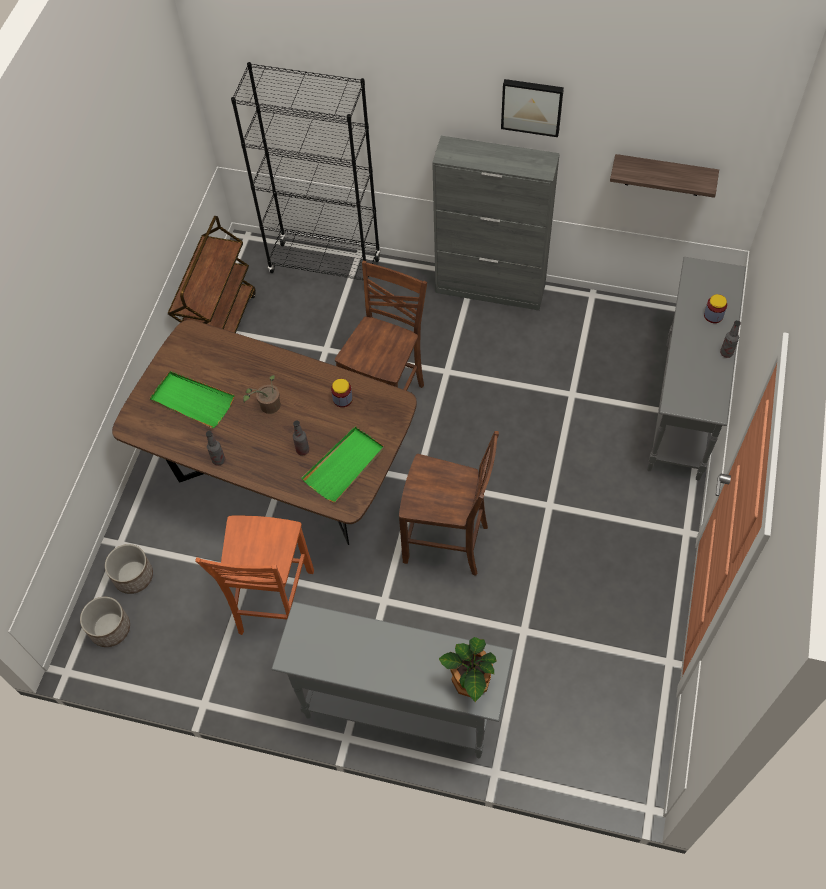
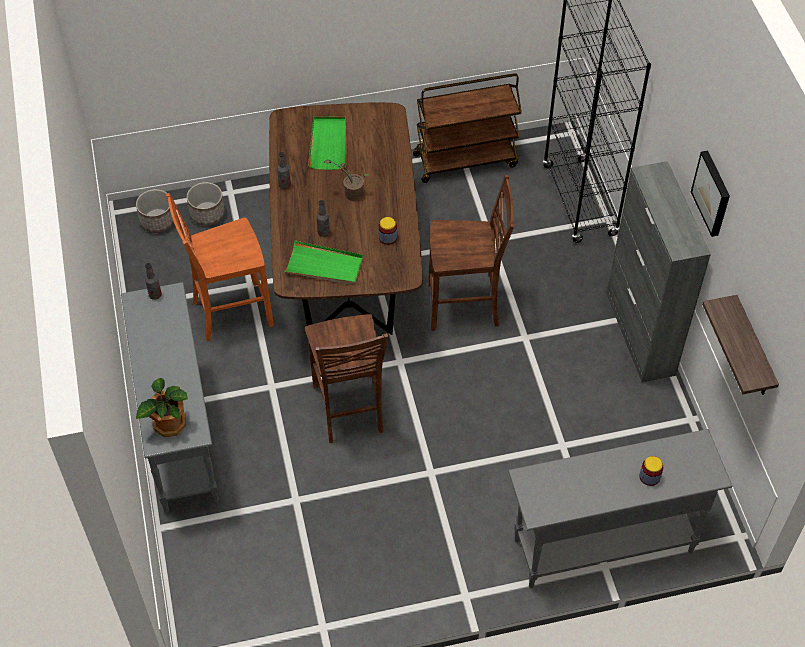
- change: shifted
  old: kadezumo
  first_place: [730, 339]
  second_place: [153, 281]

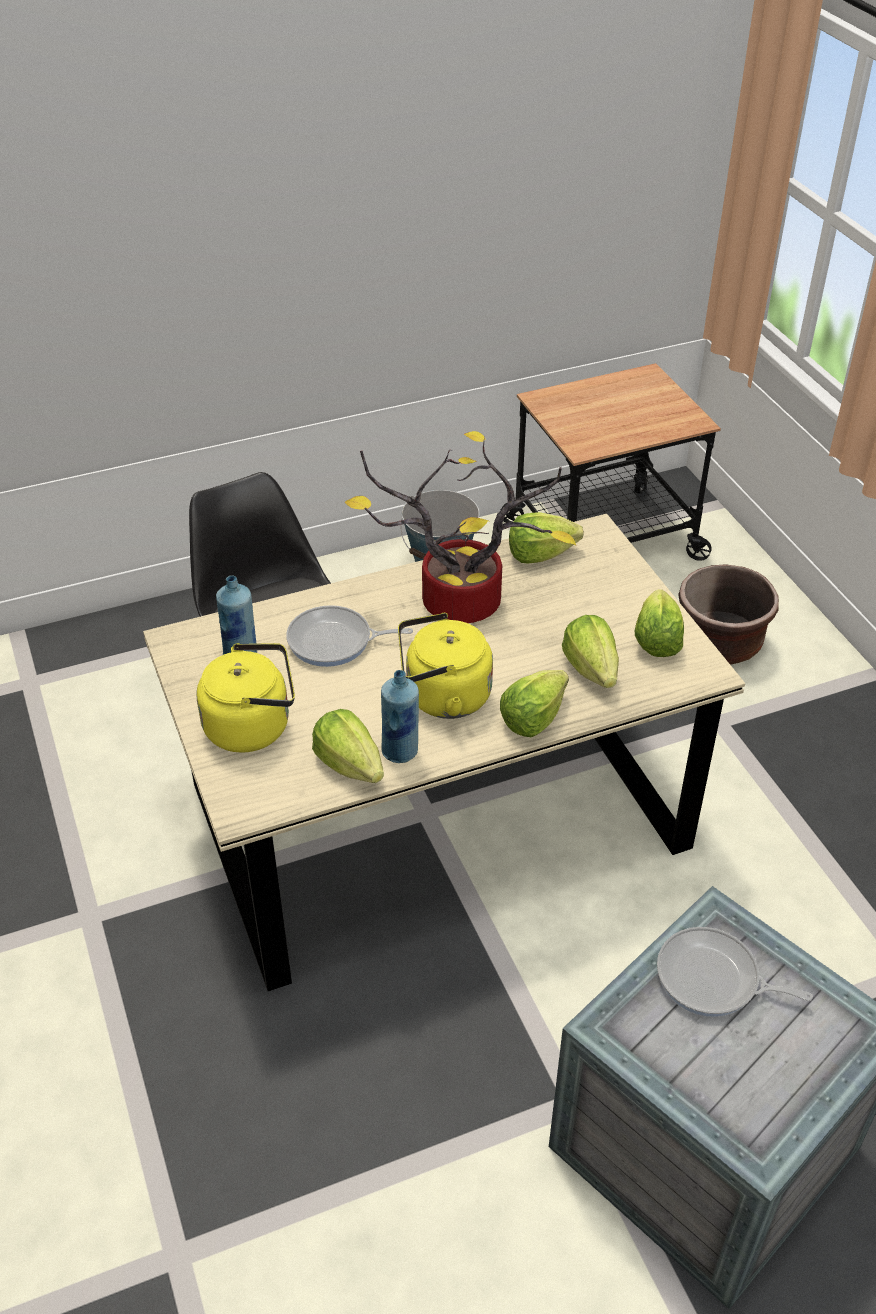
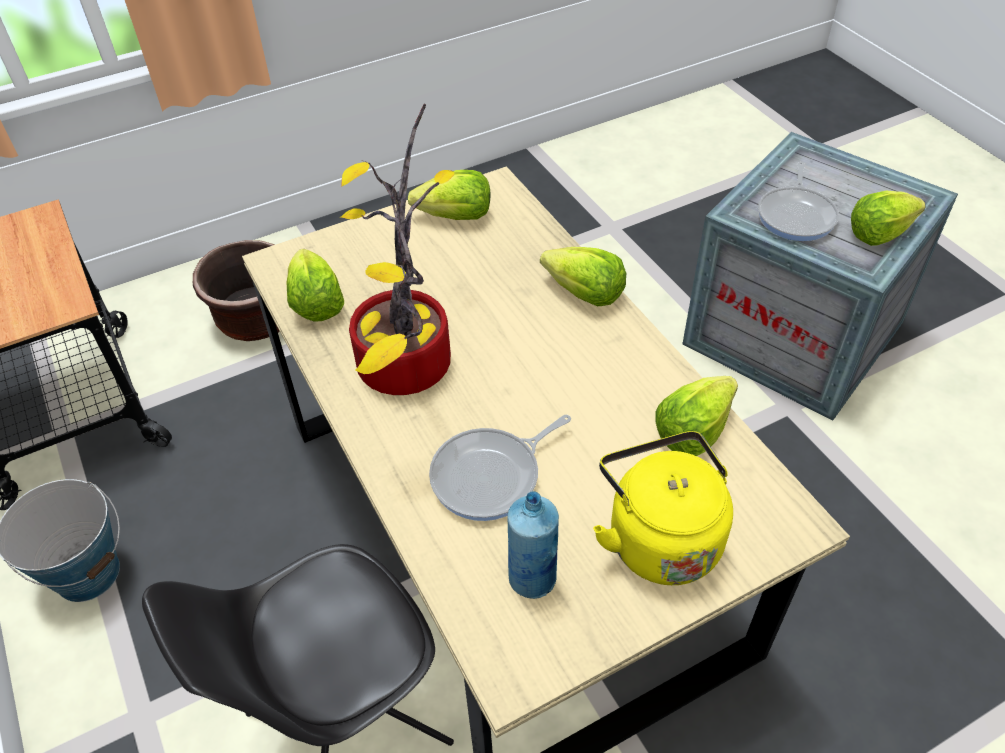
- change: rotated
  old: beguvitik
  first_place: [349, 636]
  second_place: [500, 468]
  degrees: 60
- change: gone
  old: kadezumo (blue)
  first_place: [400, 716]
- change: gone
  old: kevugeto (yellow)
  first_place: [445, 666]
- change: shifted
  old: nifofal
  first_place: [590, 651]
  second_place: [888, 218]

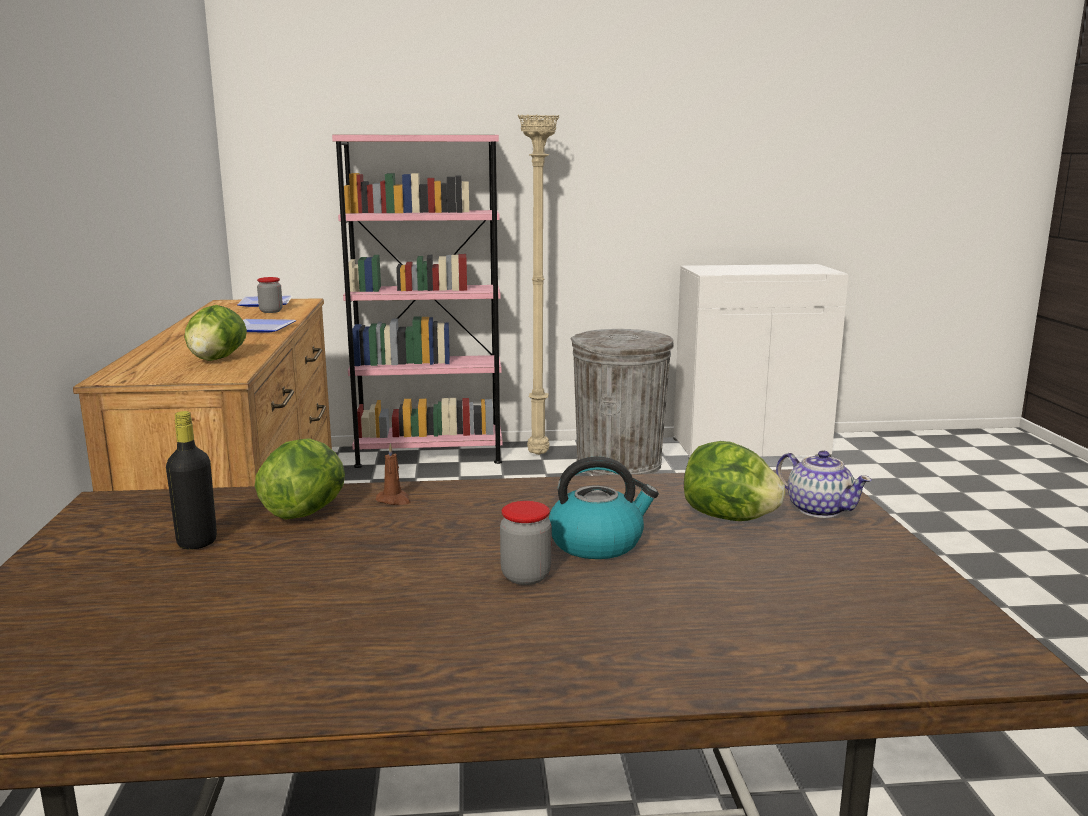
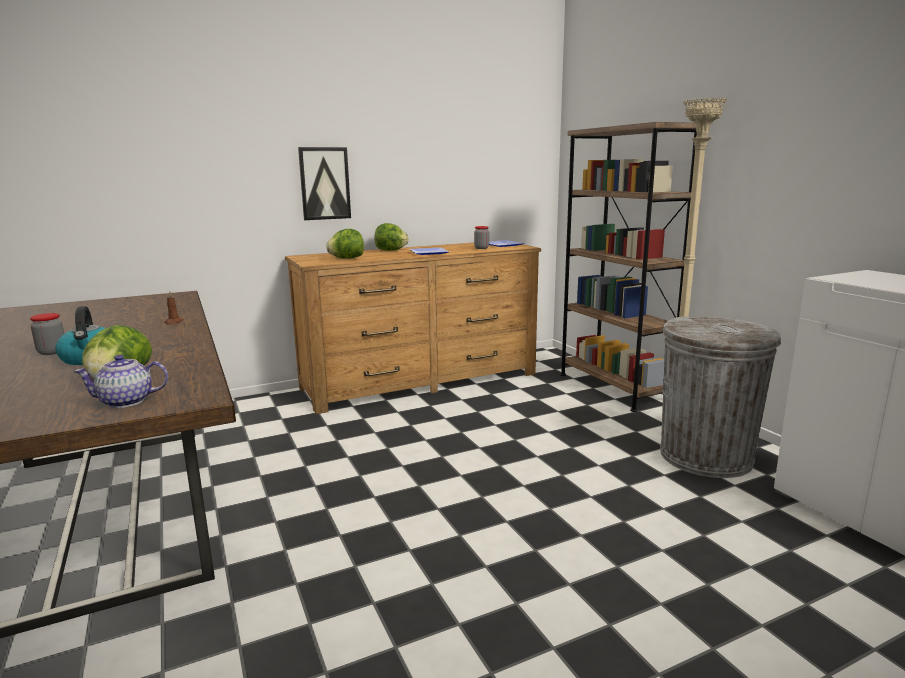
- change: gone
  old: kadezumo (black)
  first_place: [191, 480]
- change: shifted
  old: nifofal
  first_place: [300, 479]
  second_place: [391, 237]
- change: repainted
  old: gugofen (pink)
  new: gugofen (brown)
  first_place: [417, 301]
  second_place: [628, 267]
- change: rotated
  old: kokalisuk
  first_place: [824, 484]
  second_place: [120, 381]
  degrees: 45
- change: new
  new: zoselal
  second_place: [324, 183]

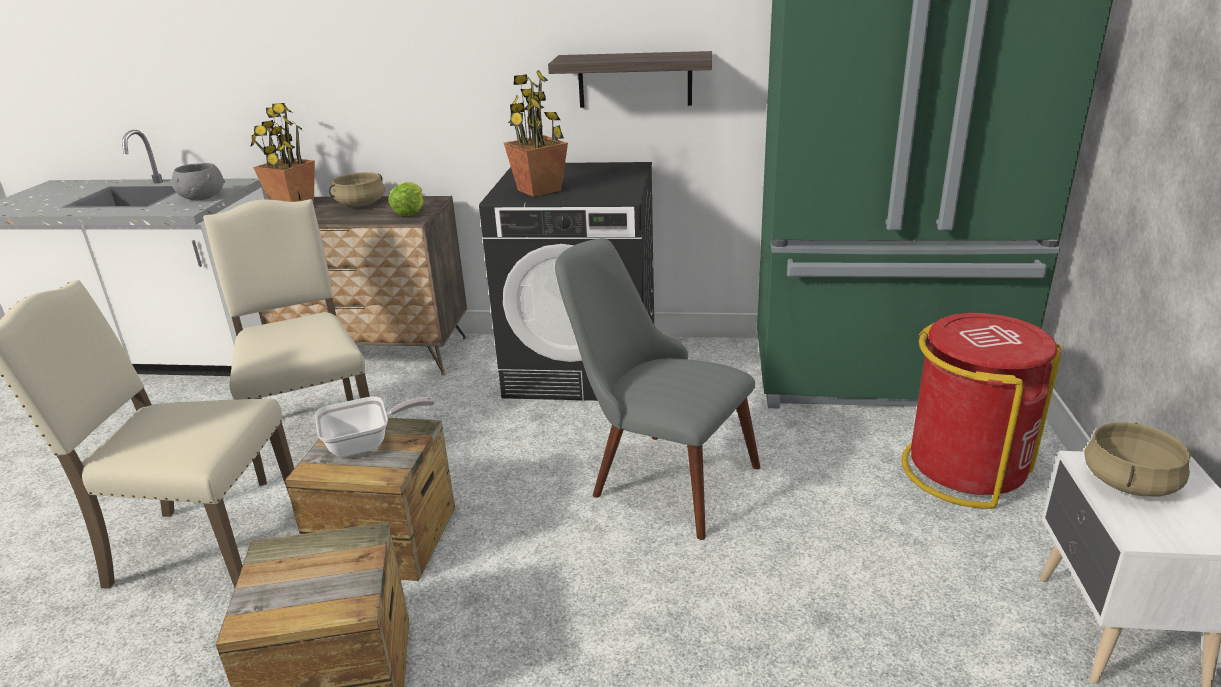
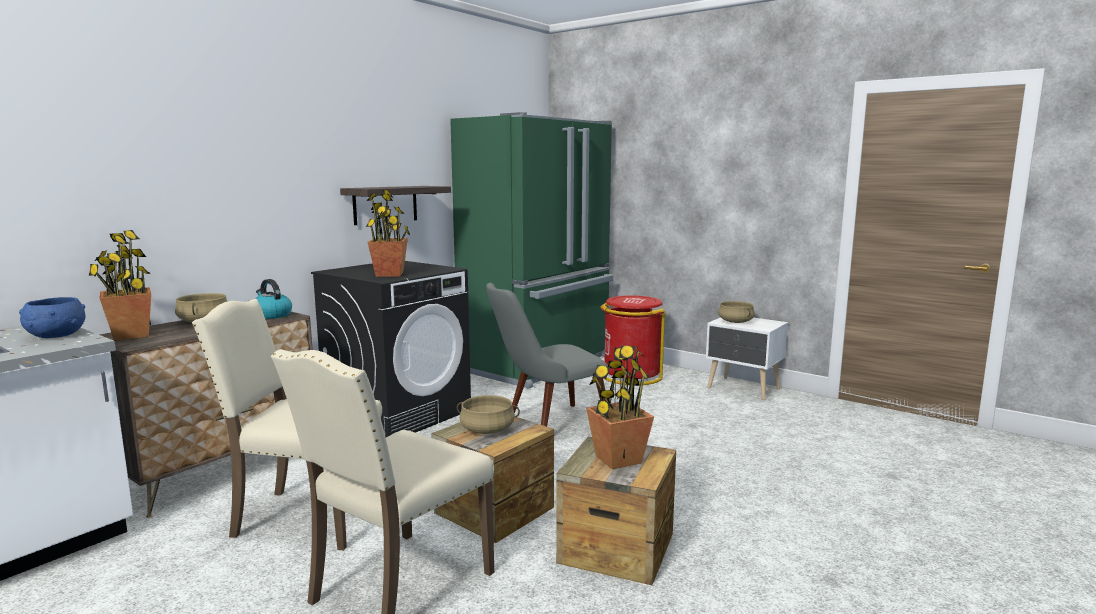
- change: repainted
  old: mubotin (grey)
  new: mubotin (blue)
  first_place: [198, 181]
  second_place: [52, 317]
- change: swapped
  old: beguvitik
  new: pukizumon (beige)
  first_place: [375, 426]
  second_place: [488, 414]
- change: swapped
  old: nifofal
  new: kevugeto
  first_place: [406, 199]
  second_place: [273, 299]
- change: new
  new: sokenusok
  second_place: [620, 407]

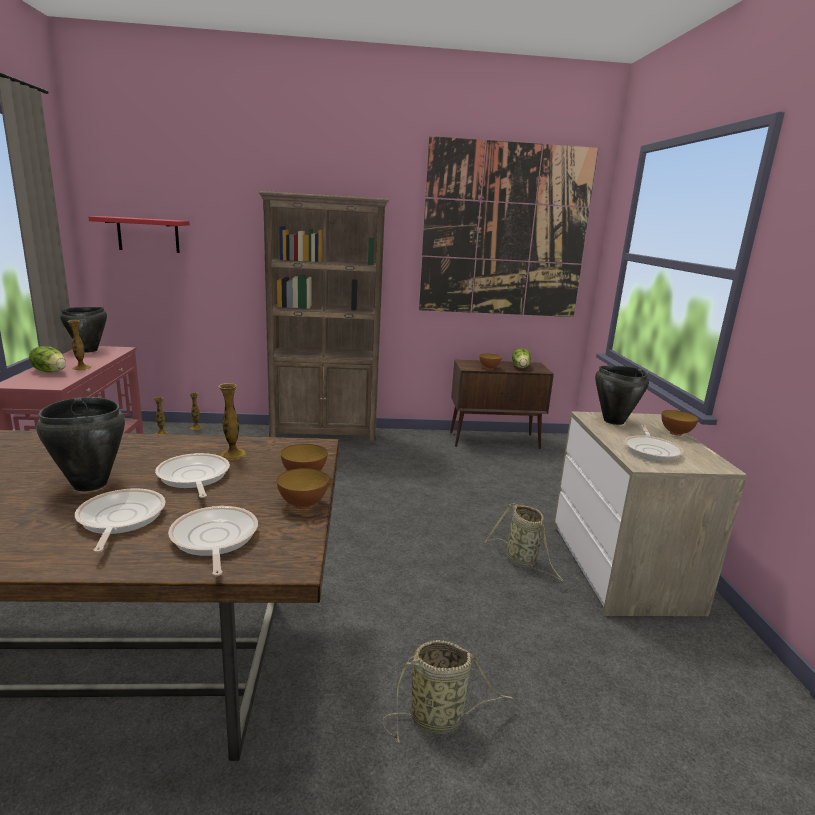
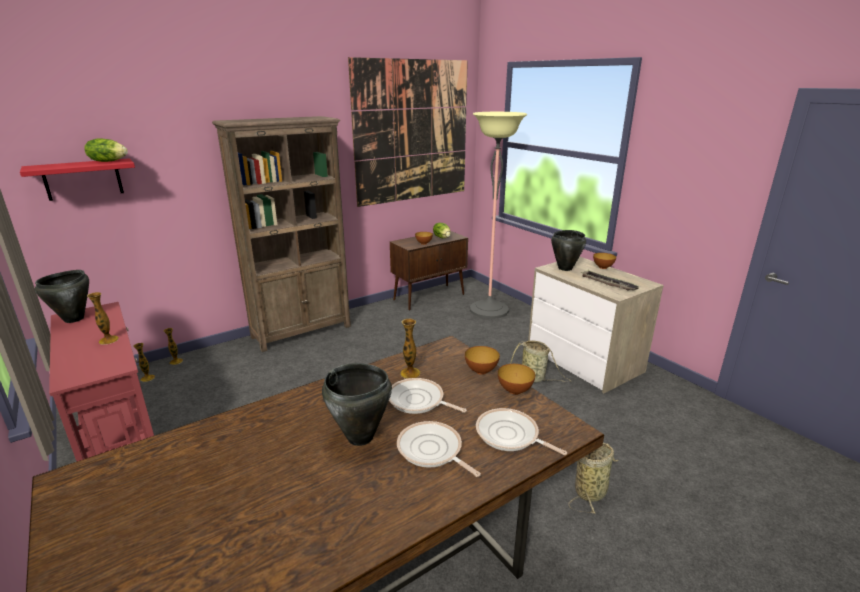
- change: shifted
  old: nifofal
  first_place: [47, 359]
  second_place: [106, 150]
- change: swapped
  old: beguvitik
  new: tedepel
  first_place: [653, 443]
  second_place: [611, 280]
- change: new
  new: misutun
  second_place: [498, 215]

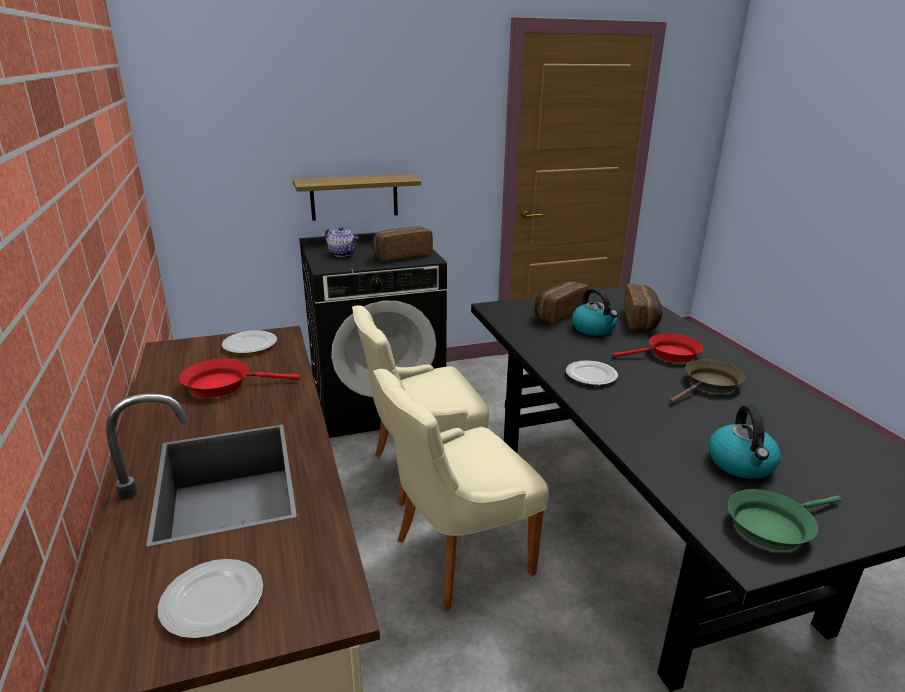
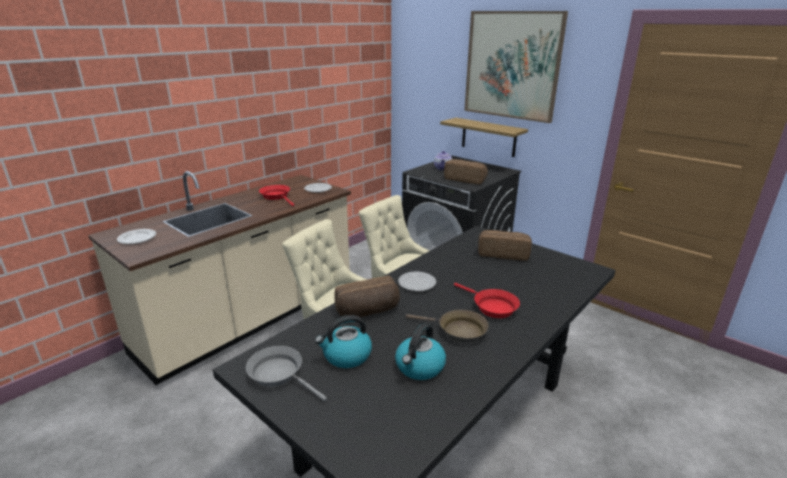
- change: shifted
  old: kevugeto
  first_place: [595, 312]
  second_place: [420, 351]
- change: shifted
  old: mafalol
  first_place: [643, 307]
  second_place: [367, 296]
- change: repainted
  old: beguvitik (green)
  new: beguvitik (grey)
  first_place: [785, 519]
  second_place: [286, 373]
- change: new
  new: zoselal
  second_place: [516, 67]

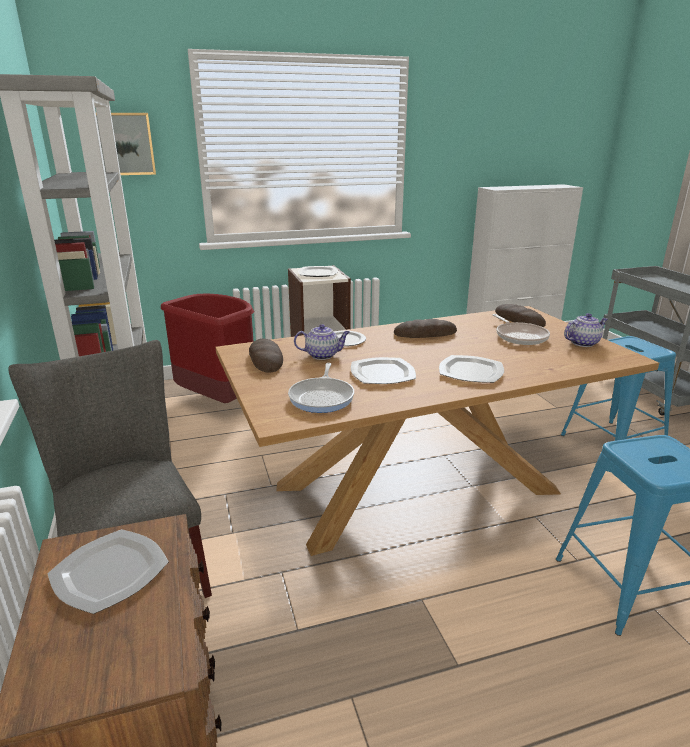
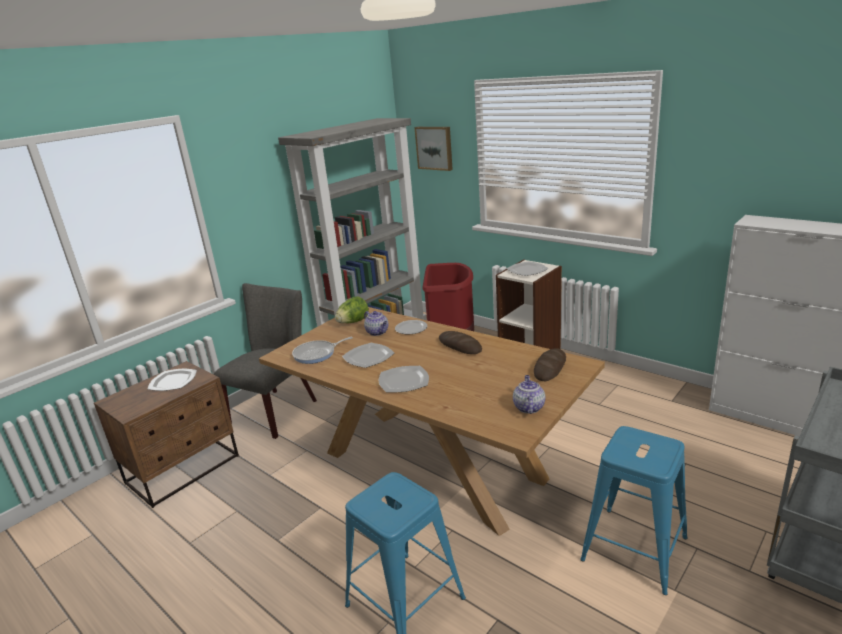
- change: swapped
  old: mafalol
  new: nifofal
  first_place: [266, 356]
  second_place: [352, 309]
- change: gone
  old: beguvitik
  first_place: [521, 329]
- change: rotated
  old: kokalisuk
  first_place: [585, 330]
  second_place: [529, 394]
  degrees: -120

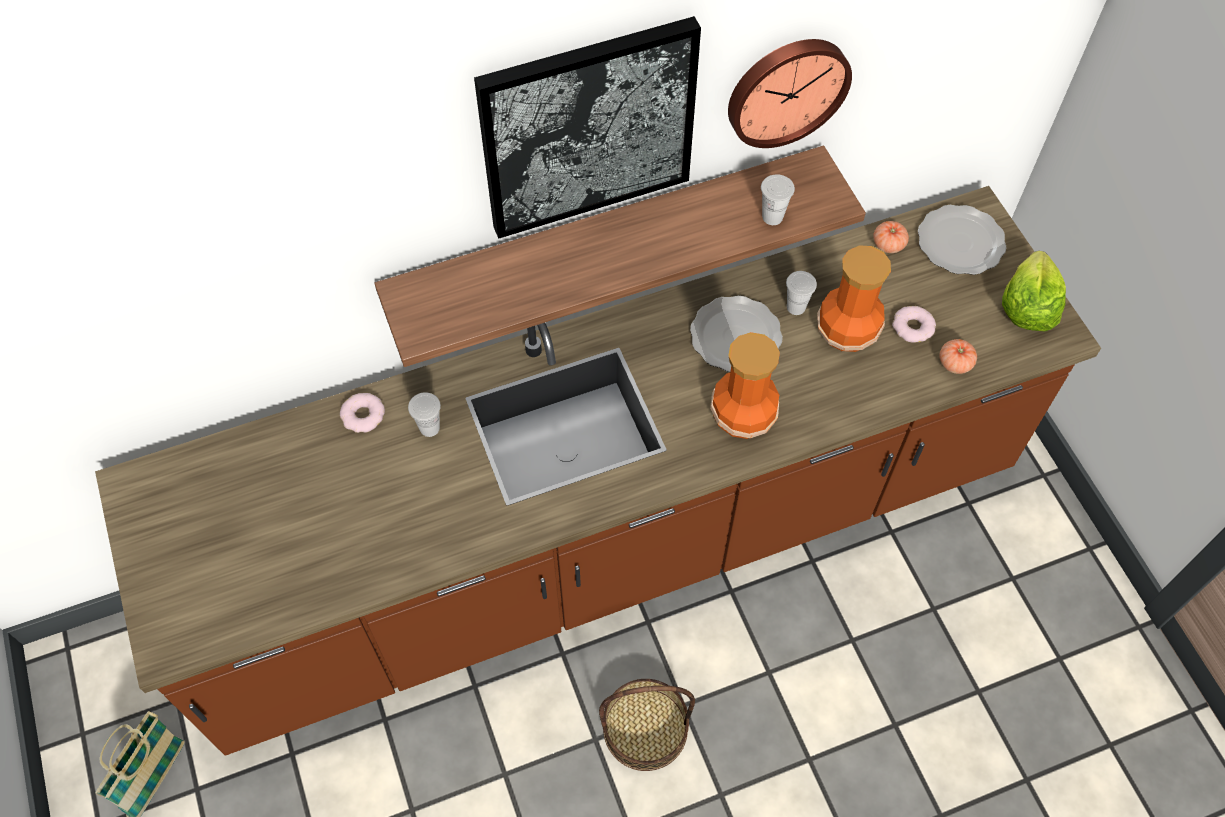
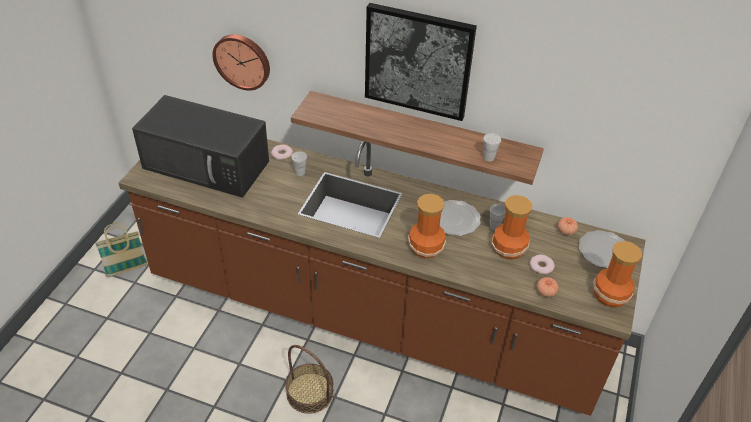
- change: shifted
  old: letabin
  first_place: [790, 93]
  second_place: [241, 62]
- change: swapped
  old: nifofal
  new: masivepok
  first_place: [1034, 291]
  second_place: [617, 274]
- change: new
  new: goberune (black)
  second_place: [200, 146]

